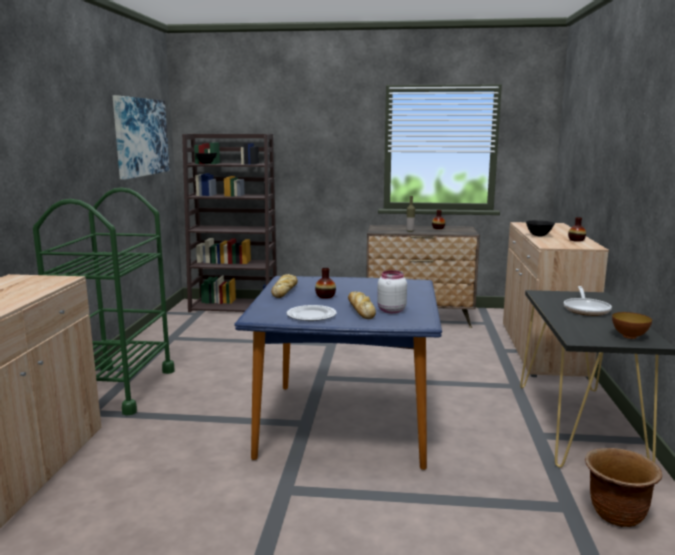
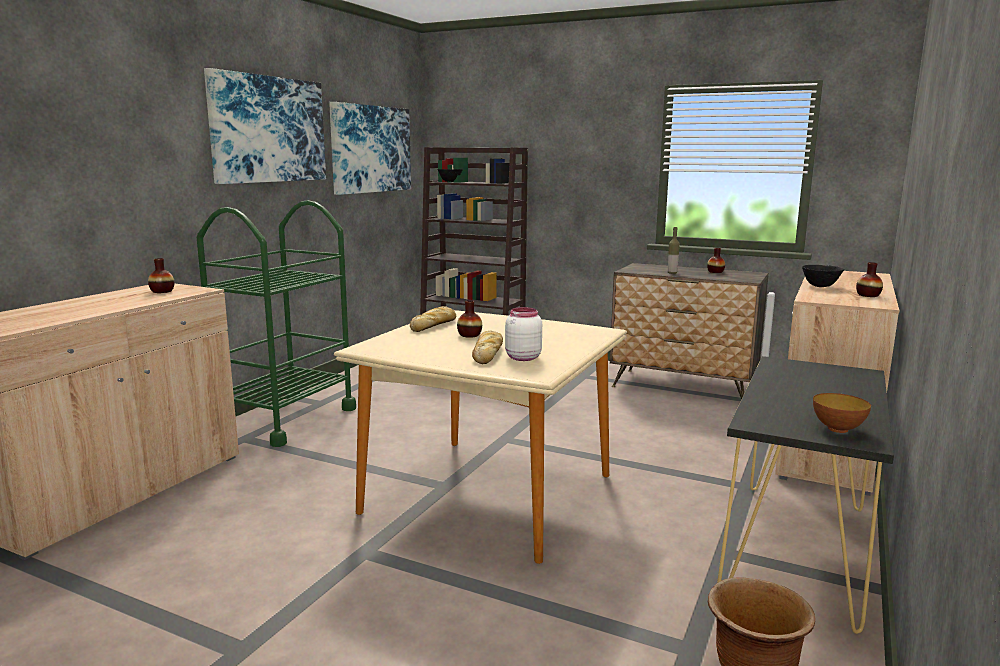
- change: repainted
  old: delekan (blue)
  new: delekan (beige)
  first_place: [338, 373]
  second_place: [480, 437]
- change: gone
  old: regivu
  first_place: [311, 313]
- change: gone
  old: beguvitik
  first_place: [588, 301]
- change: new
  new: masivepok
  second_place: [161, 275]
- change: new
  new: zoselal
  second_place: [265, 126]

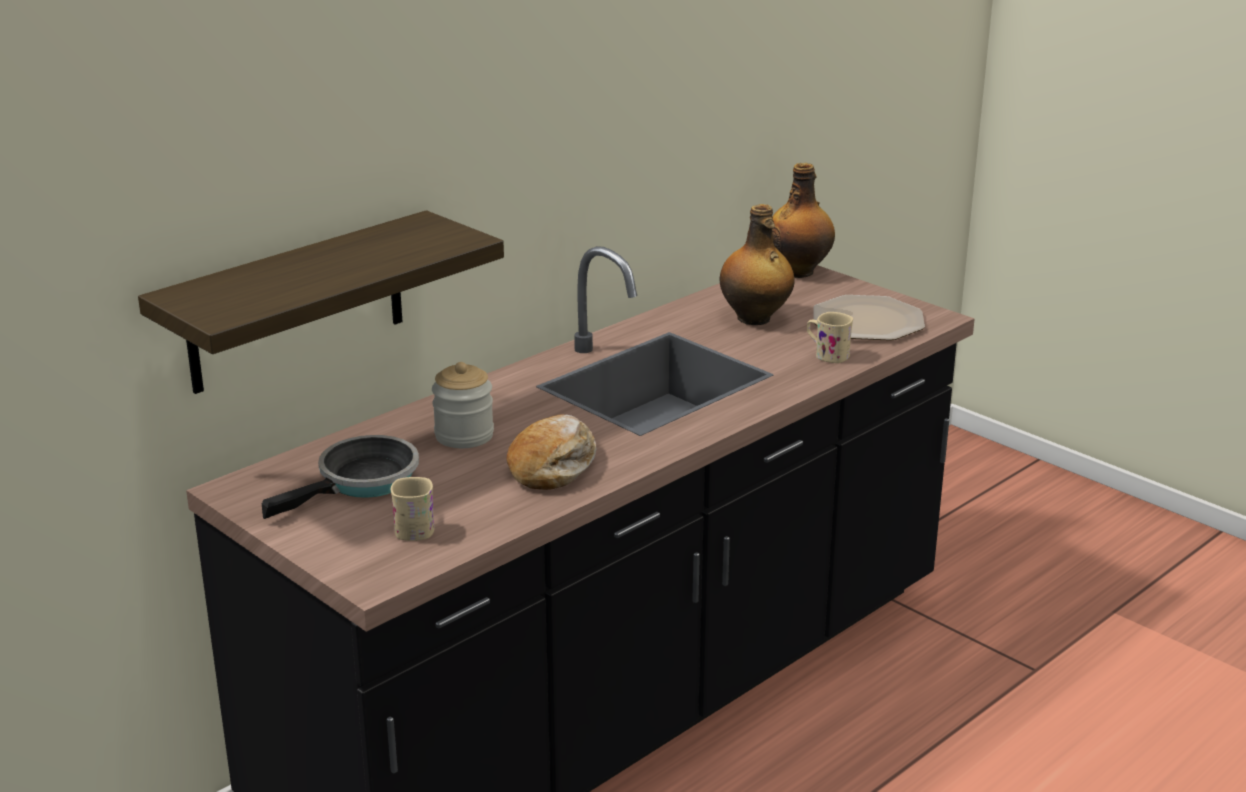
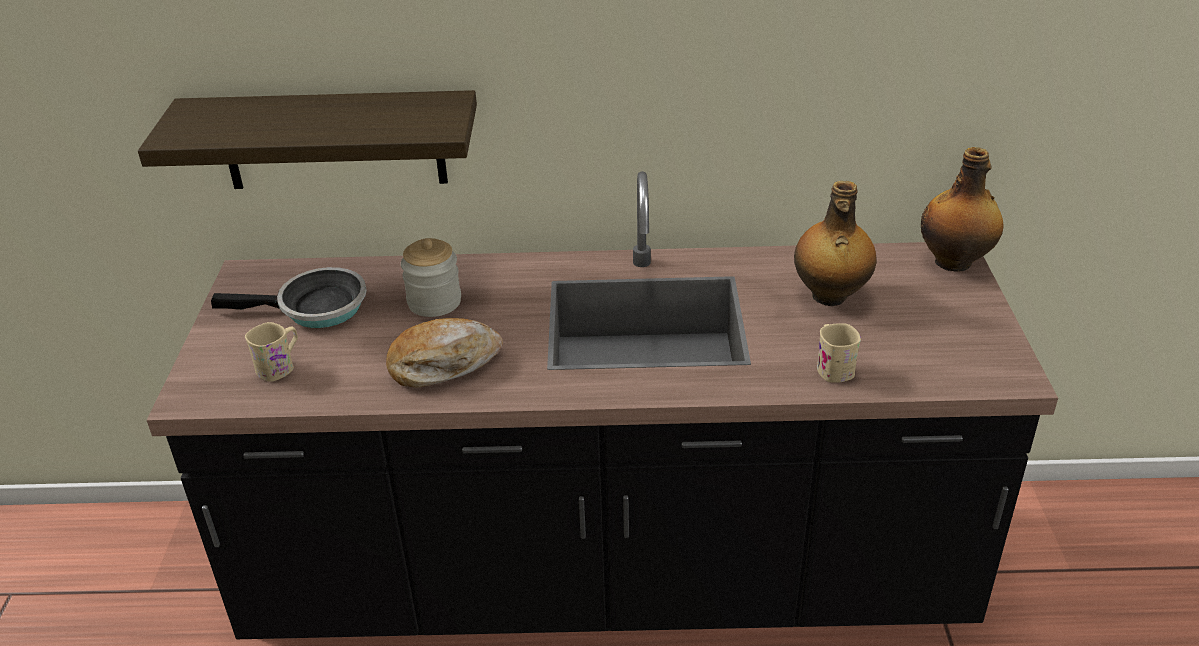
- change: gone
  old: regivu
  first_place: [869, 318]

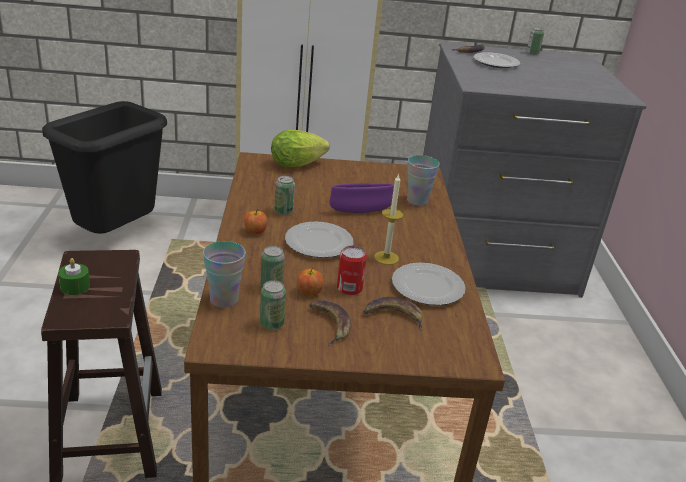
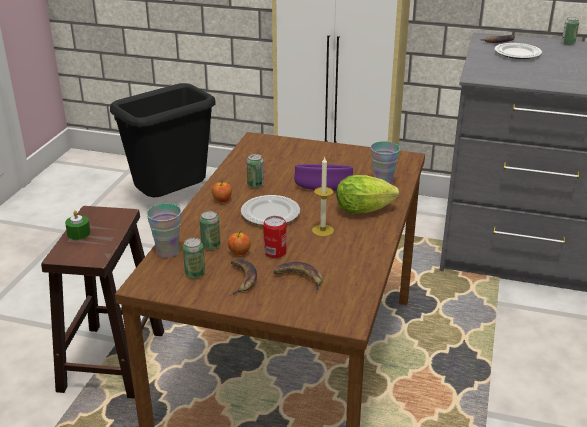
- change: shifted
  old: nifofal
  first_place: [300, 148]
  second_place: [367, 194]
- change: gone
  old: regivu
  first_place: [429, 284]

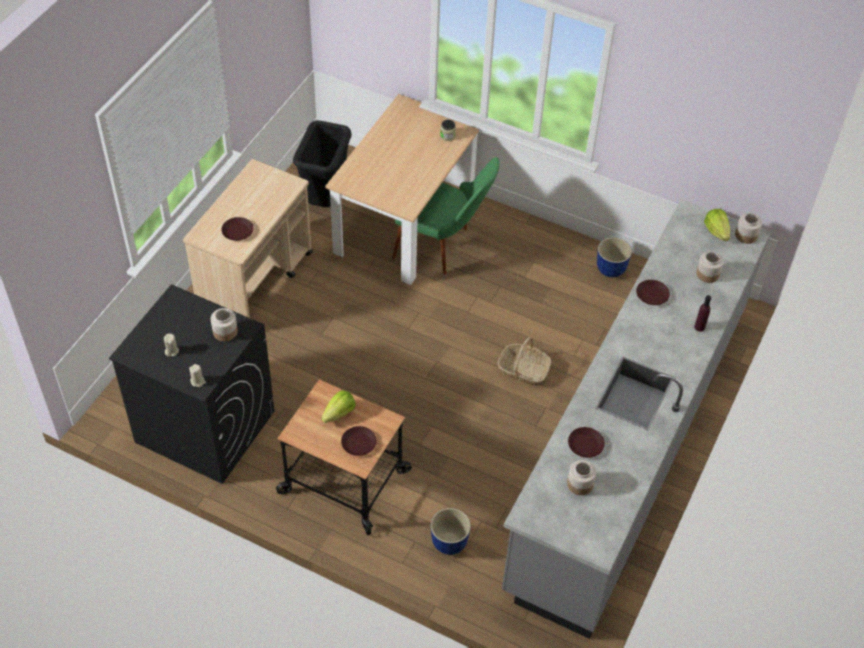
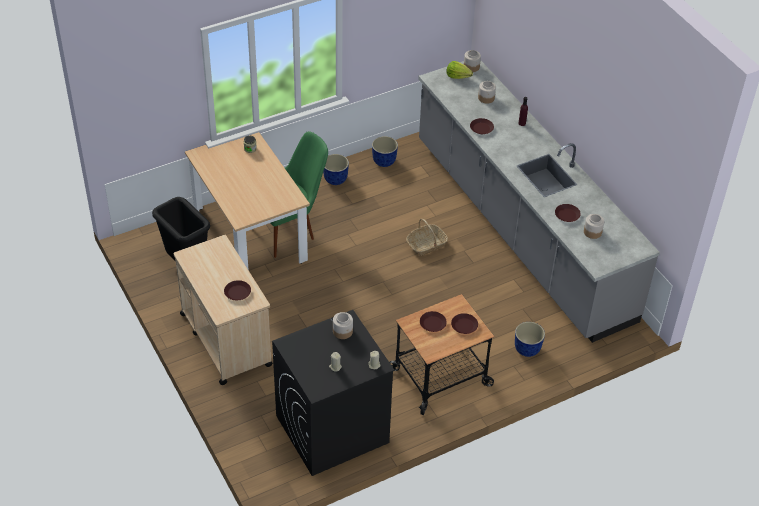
- change: swapped
  old: nifofal
  new: regivu (brown)
  first_place: [338, 406]
  second_place: [433, 321]
- change: new
  new: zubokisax
  second_place: [336, 169]

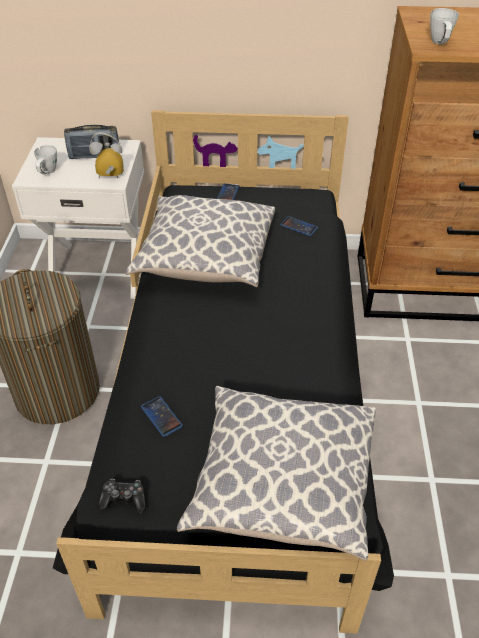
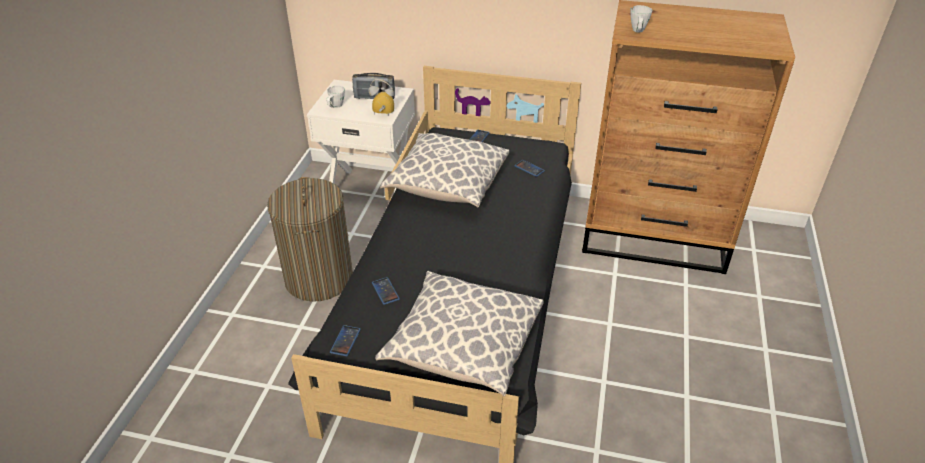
- change: swapped
  old: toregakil
  new: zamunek
  first_place: [122, 496]
  second_place: [345, 340]

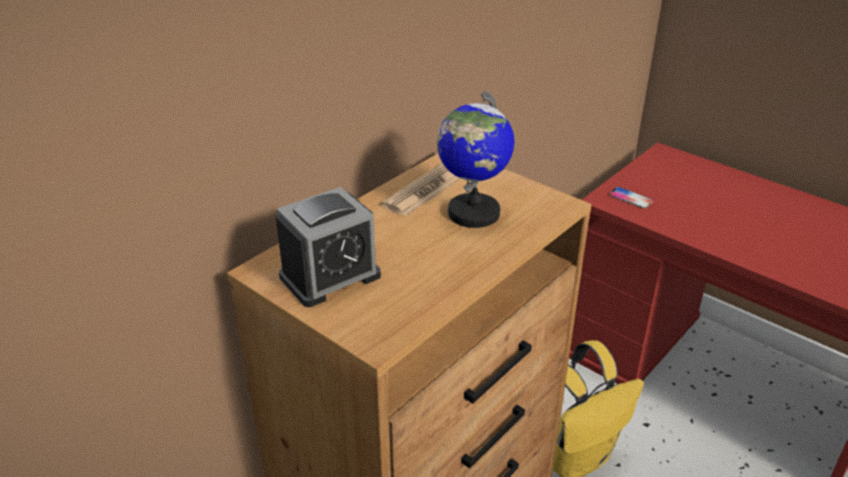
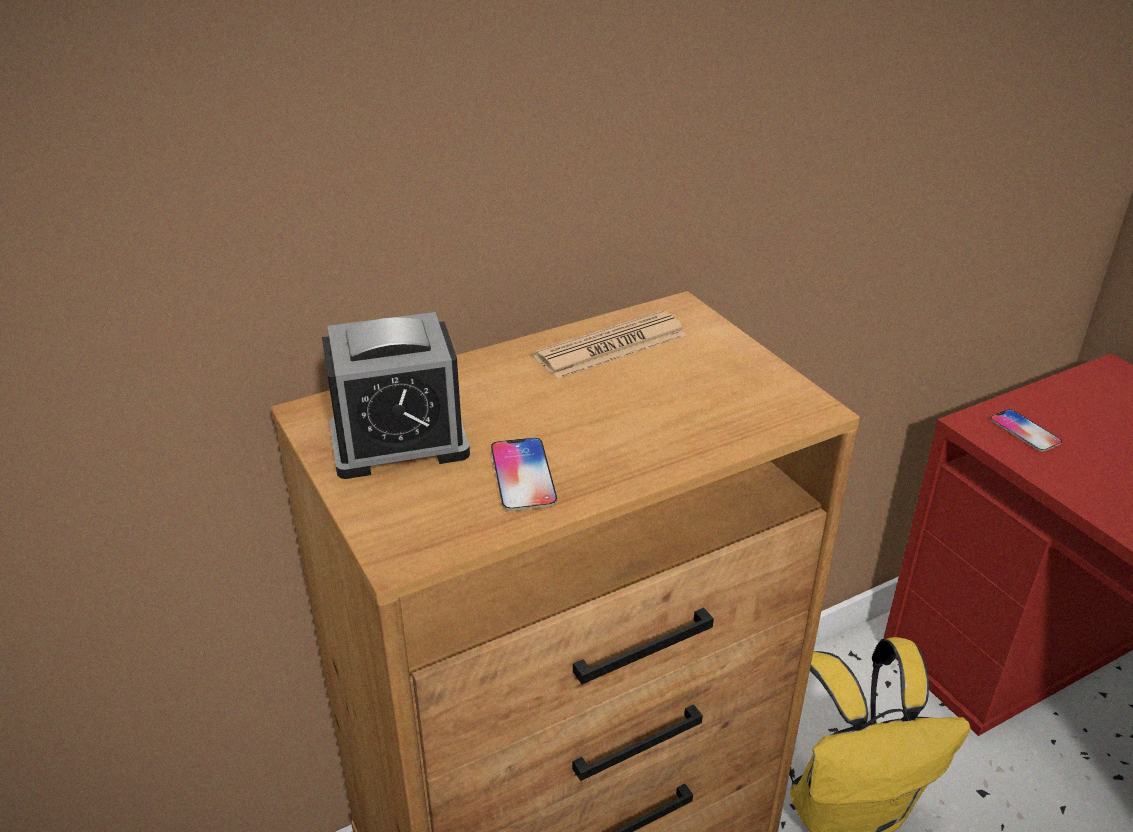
- change: gone
  old: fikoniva
  first_place: [475, 159]
- change: new
  new: zamunek
  second_place: [524, 474]

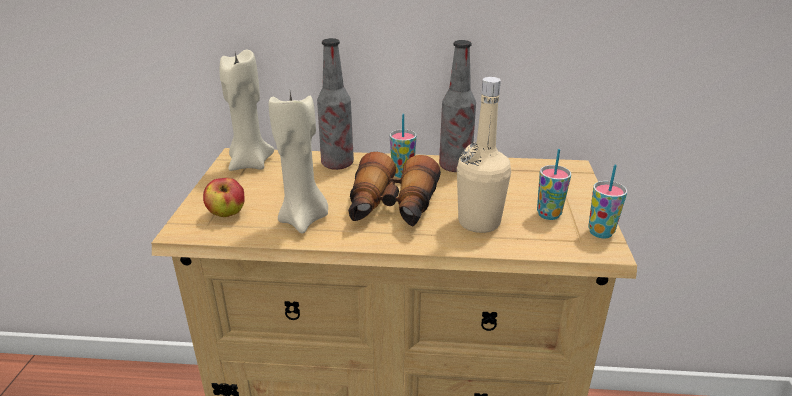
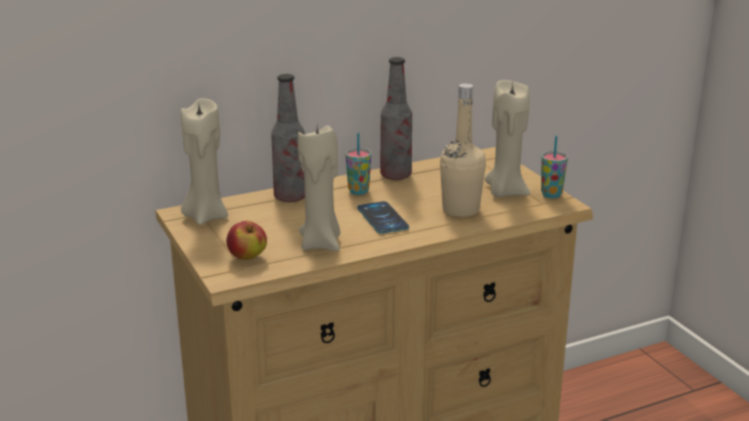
- change: swapped
  old: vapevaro
  new: zamunek
  first_place: [394, 189]
  second_place: [383, 217]
- change: swapped
  old: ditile
  new: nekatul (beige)
  first_place: [554, 184]
  second_place: [508, 138]

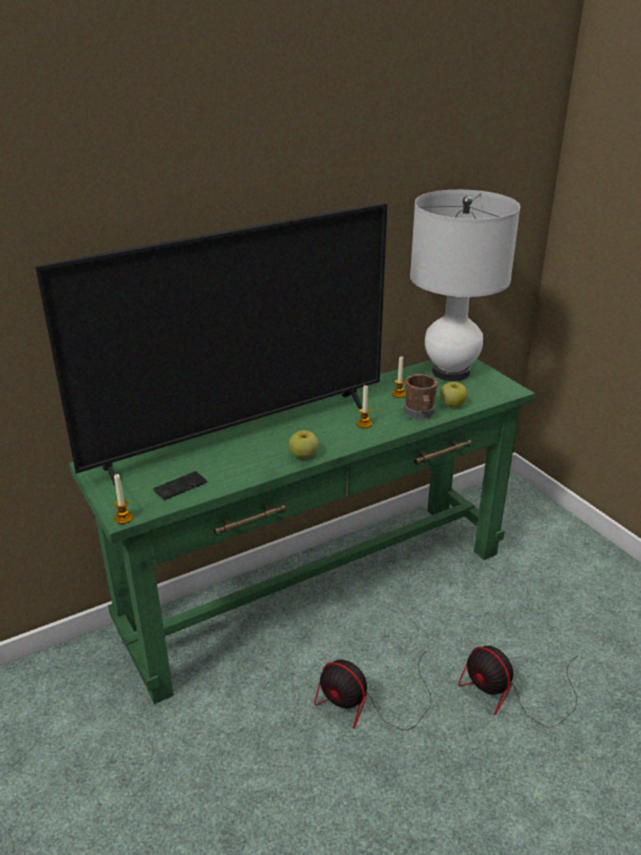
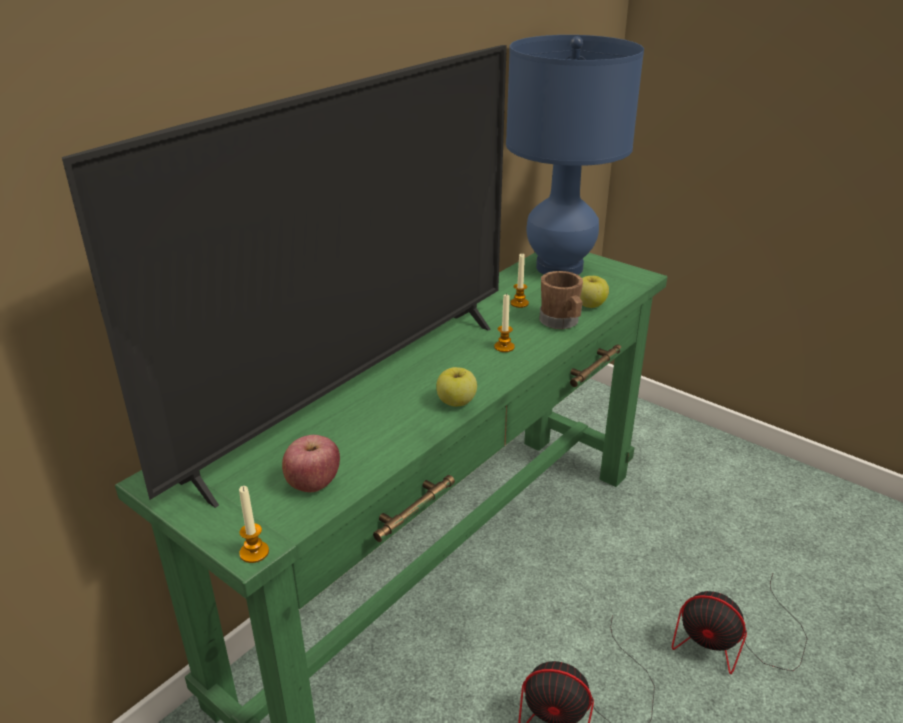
- change: swapped
  old: zamunek
  new: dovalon
  first_place: [180, 485]
  second_place: [311, 463]
- change: repainted
  old: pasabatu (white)
  new: pasabatu (blue)
  first_place: [465, 285]
  second_place: [575, 155]

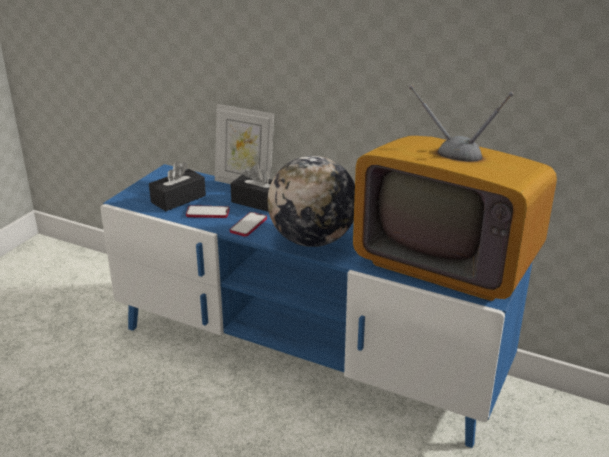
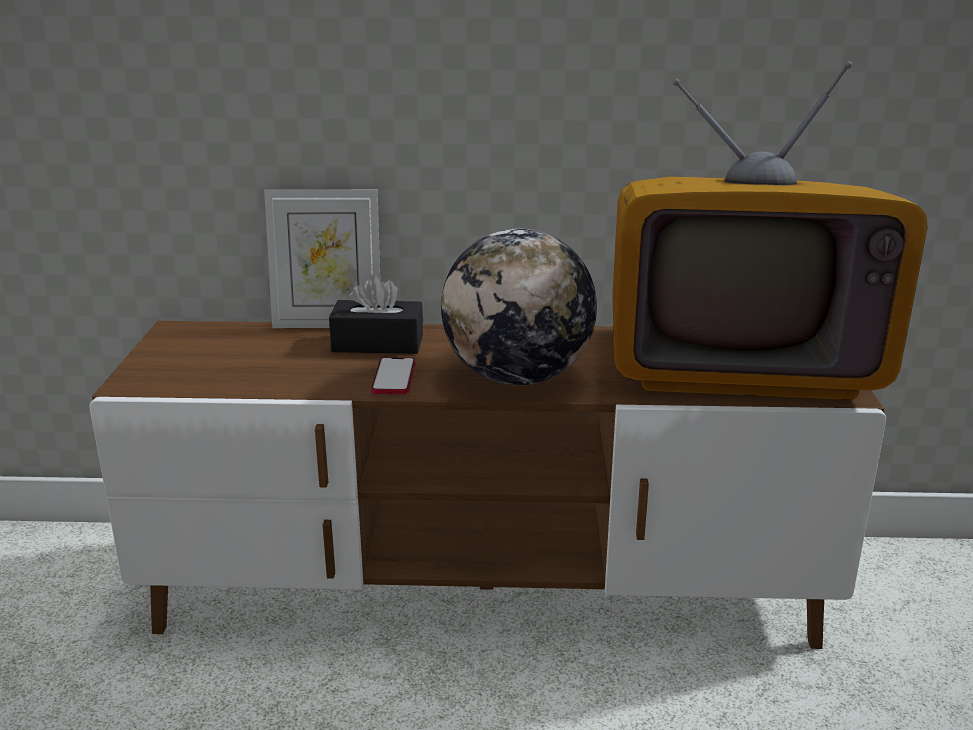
- change: repainted
  old: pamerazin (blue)
  new: pamerazin (brown)
  first_place: [317, 306]
  second_place: [488, 485]
- change: gone
  old: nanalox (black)
  first_place: [177, 186]
- change: gone
  old: zamunek
  first_place: [208, 211]

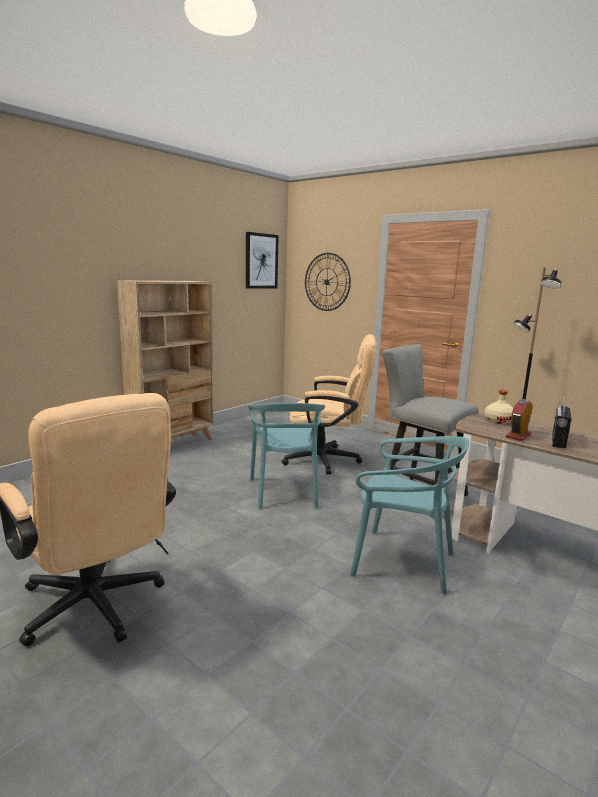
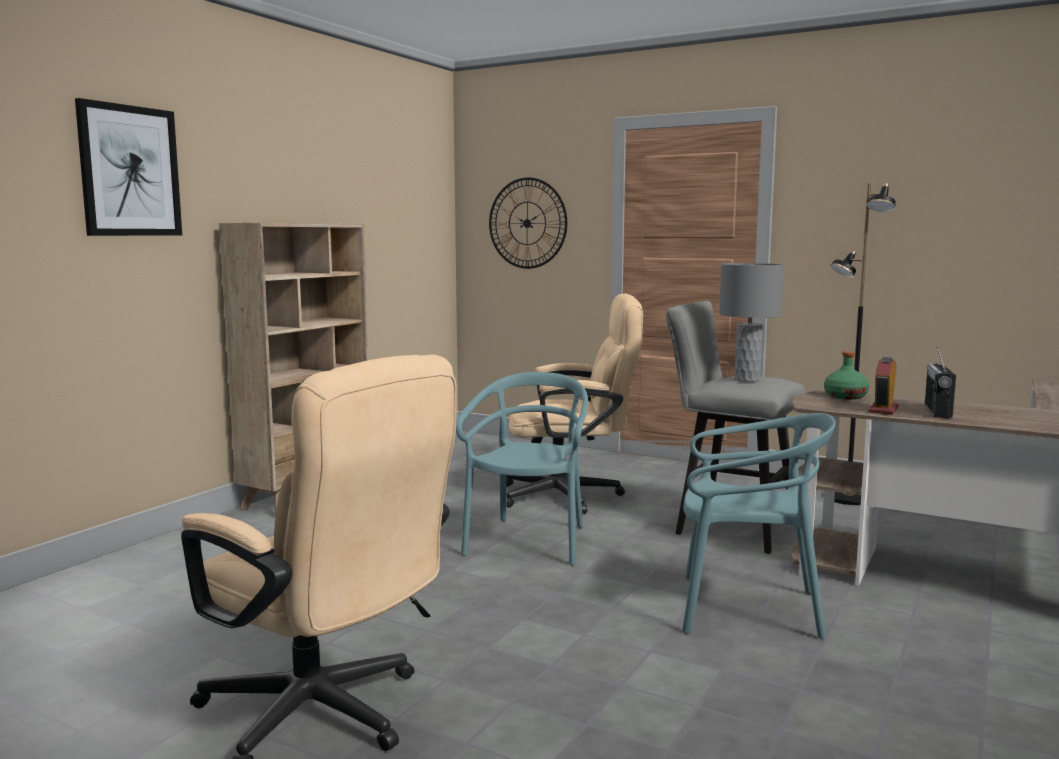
- change: shifted
  old: zoselal
  first_place: [262, 260]
  second_place: [128, 167]
- change: rotated
  old: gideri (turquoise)
  first_place: [287, 456]
  second_place: [522, 469]
  degrees: -150
- change: repainted
  old: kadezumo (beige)
  new: kadezumo (green)
  first_place: [499, 407]
  second_place: [846, 375]
- change: new
  new: pasabatu (grey)
  second_place: [751, 322]

